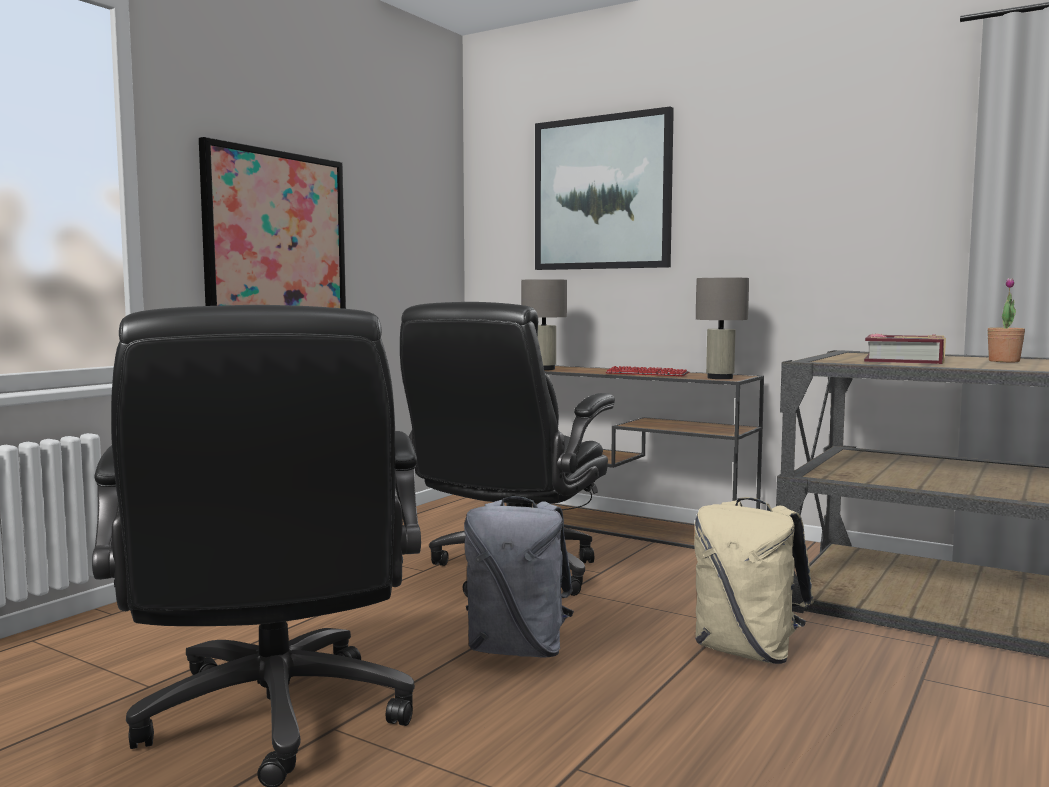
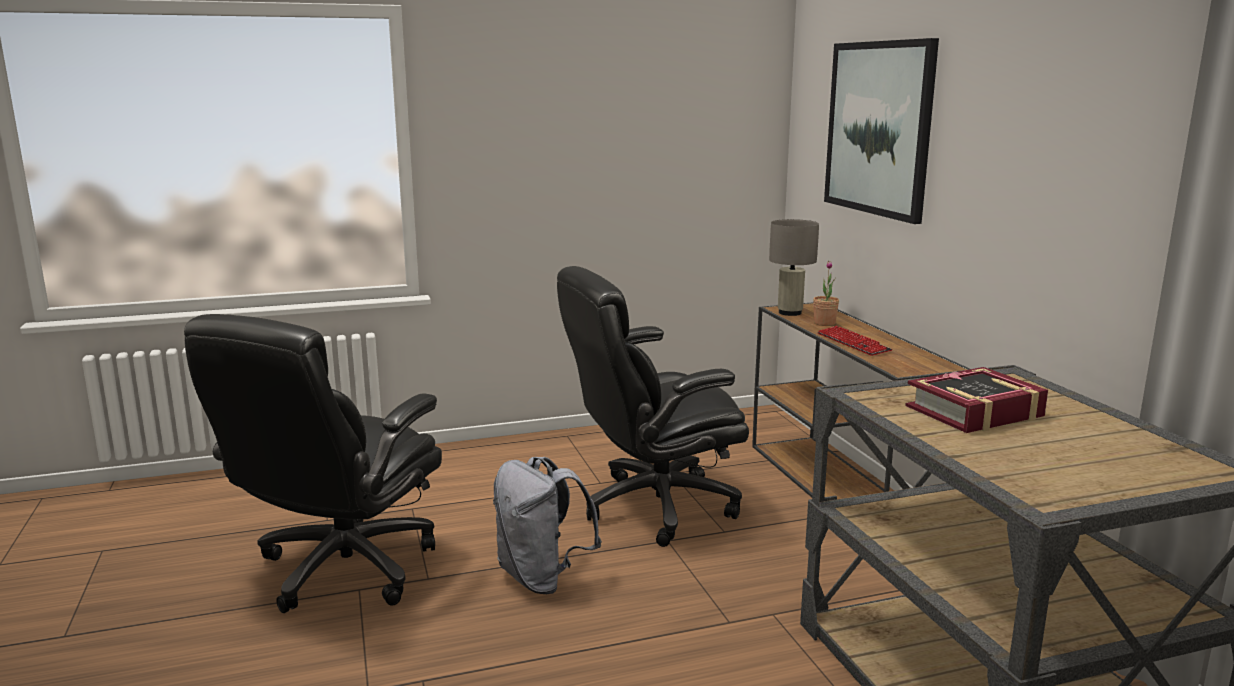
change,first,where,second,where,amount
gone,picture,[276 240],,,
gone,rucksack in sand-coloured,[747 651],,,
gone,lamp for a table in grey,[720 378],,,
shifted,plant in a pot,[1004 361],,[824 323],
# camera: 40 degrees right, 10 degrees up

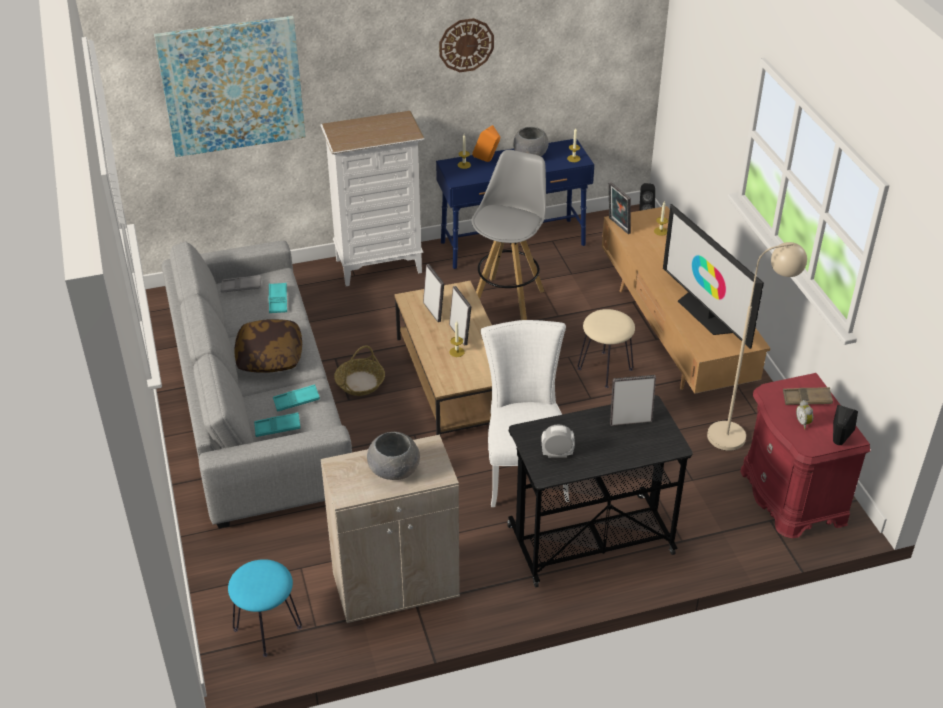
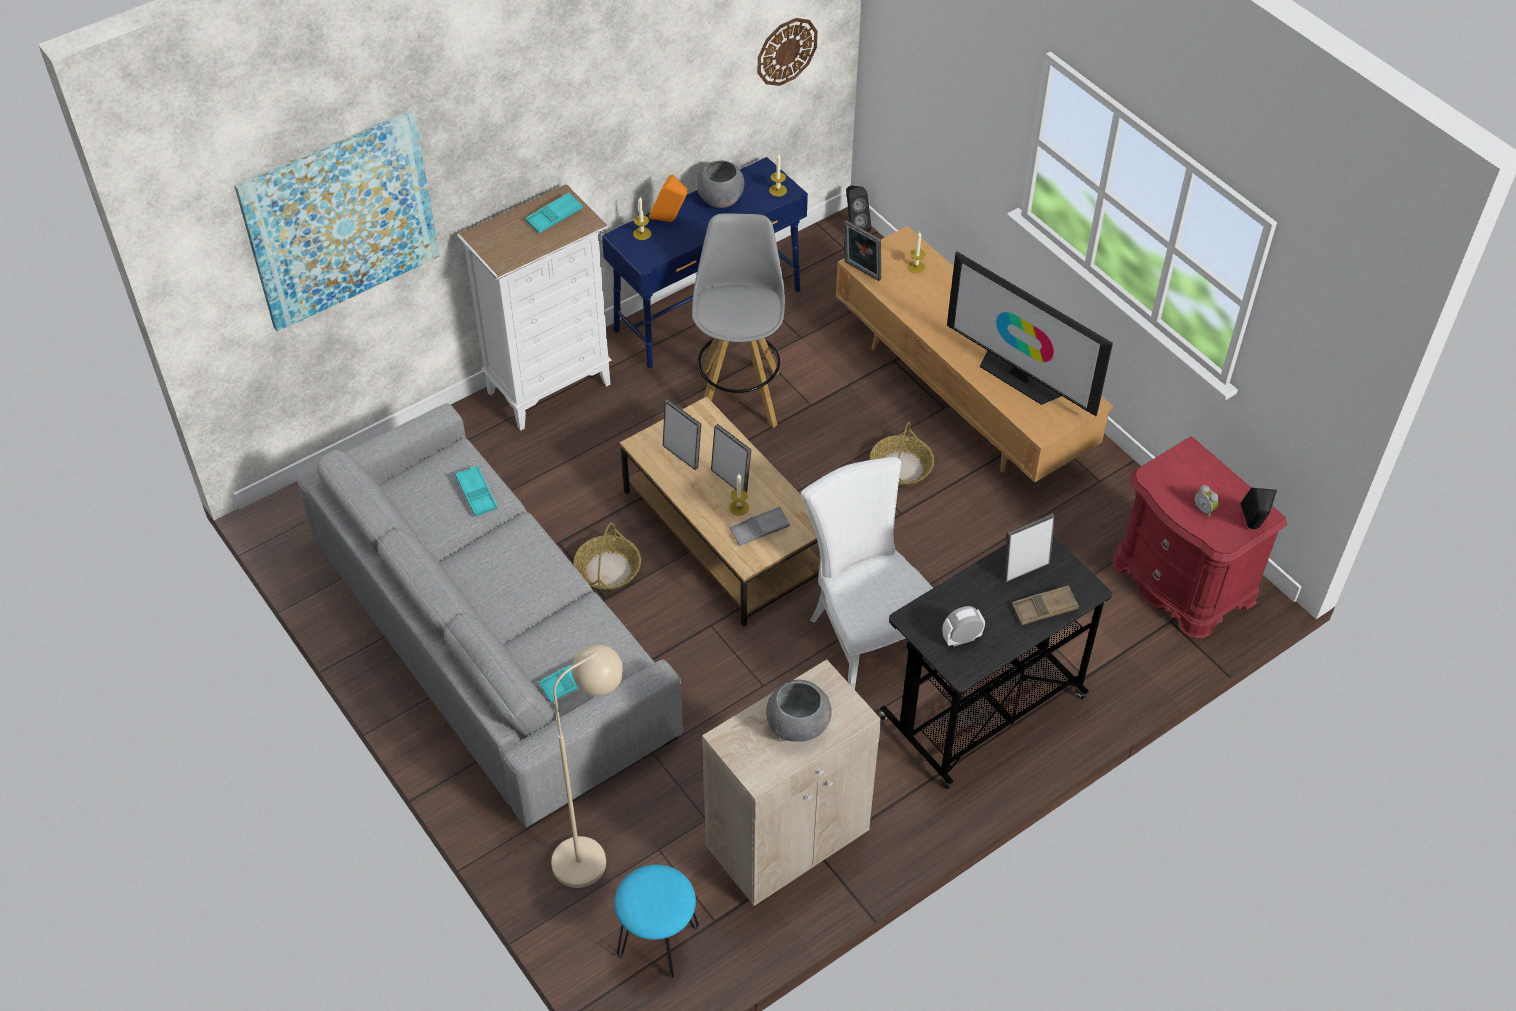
change,first,where,second,where,amount
gone,throw pillow,[269 356],,,
shifted,tray in grey,[241 286],,[759 529],
shifted,tray in turquoise,[296 401],,[554 216],
shifted,hanging clock,[466 45],,[786 51],
shifted,standing lamp in sand-coloured,[737 435],,[593 854],
shifted,tray in brown,[807 399],,[1044 608],
swapped,stool in sand-coloured,[605 369],basket,[901 467],
# camera: 20 degrees left, 10 degrees up

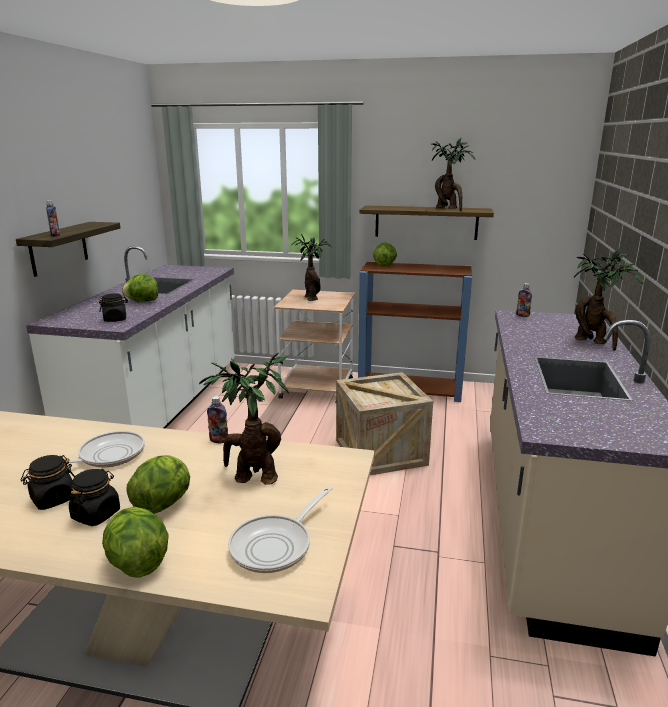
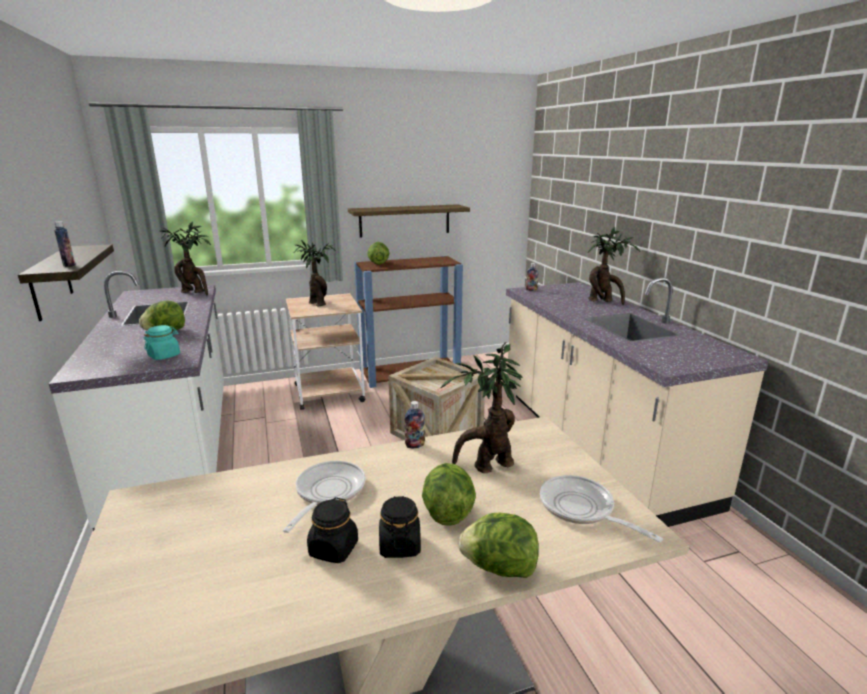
change,first,where,second,where,amount
shifted,plant in a pot,[448 209],,[195 293],
repainted,preserve jar in black,[115 319],preserve jar in turquoise,[164 356],
rotated,pan,[276 545],,[581 509],135 degrees clockwise
# camera: 30 degrees left, 0 degrees up

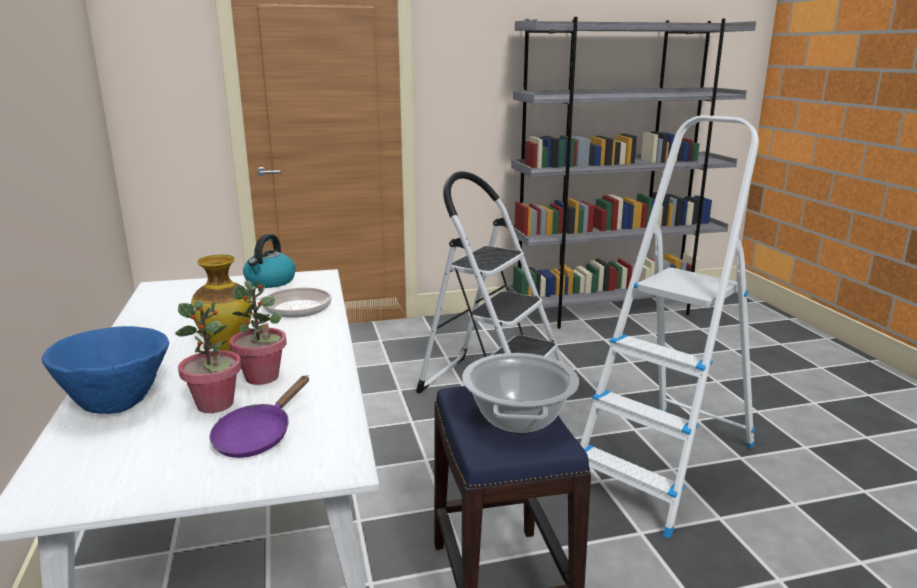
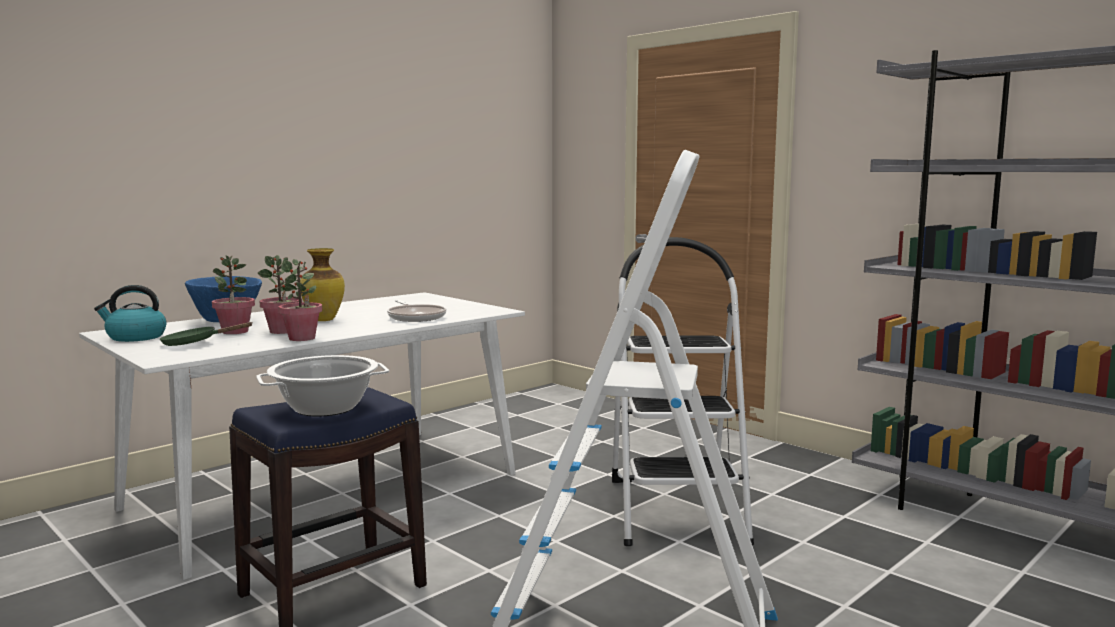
change,first,where,second,where,amount
new,,,plant in a pot,[302 338],
shifted,tea kettle,[270 282],,[135 337],
repainted,pan in purple,[257 436],pan in green-coloured,[195 343],
# camera: 60 degrees right, 10 degrees down

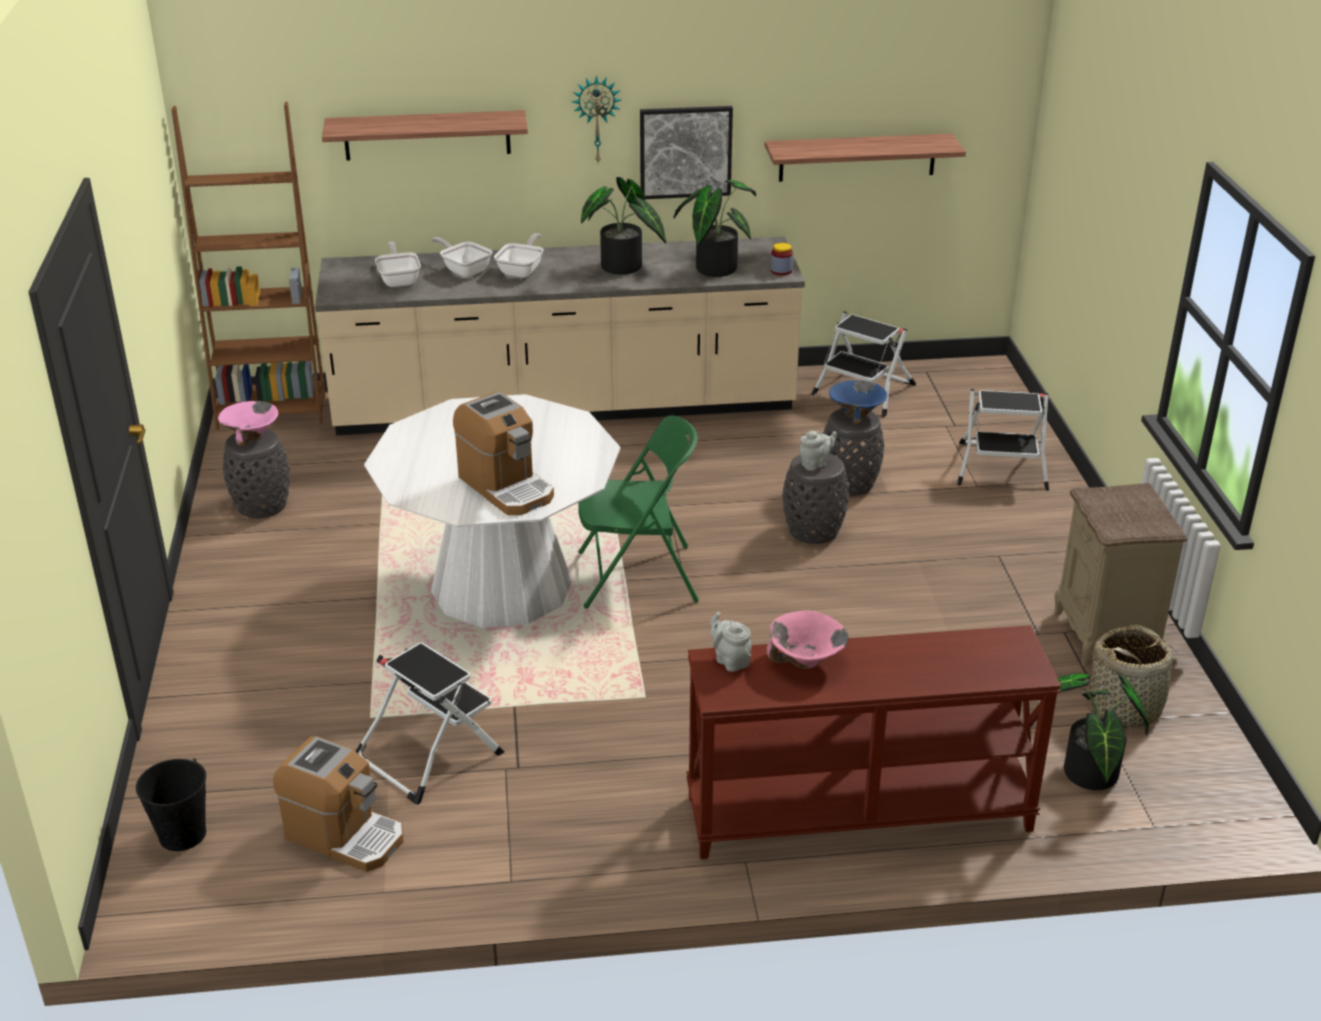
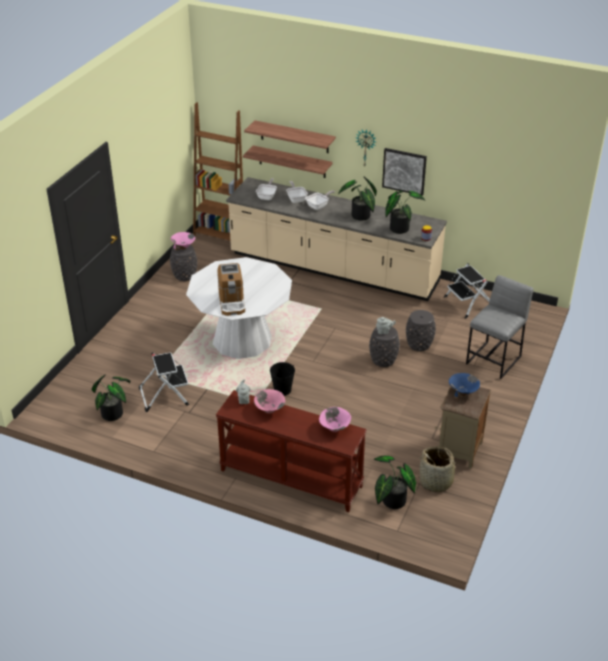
change,first,where,second,where,amount
gone,plain chair in green-coloured,[637 577],,,
new,,,bowl in pink-coloured,[334 428],
shifted,water bucket in black,[182 834],,[282 390],
shifted,wall shelf,[857 157],,[292 162],
shifted,bowl in blue-coloured,[857 414],,[463 392],
swapped,coffee machine,[345 835],plant in a pot,[115 413],
swapped,step ladder,[1000 466],plain chair in grey,[494 359],
# camera: 30 degrees right, 5 degrees up

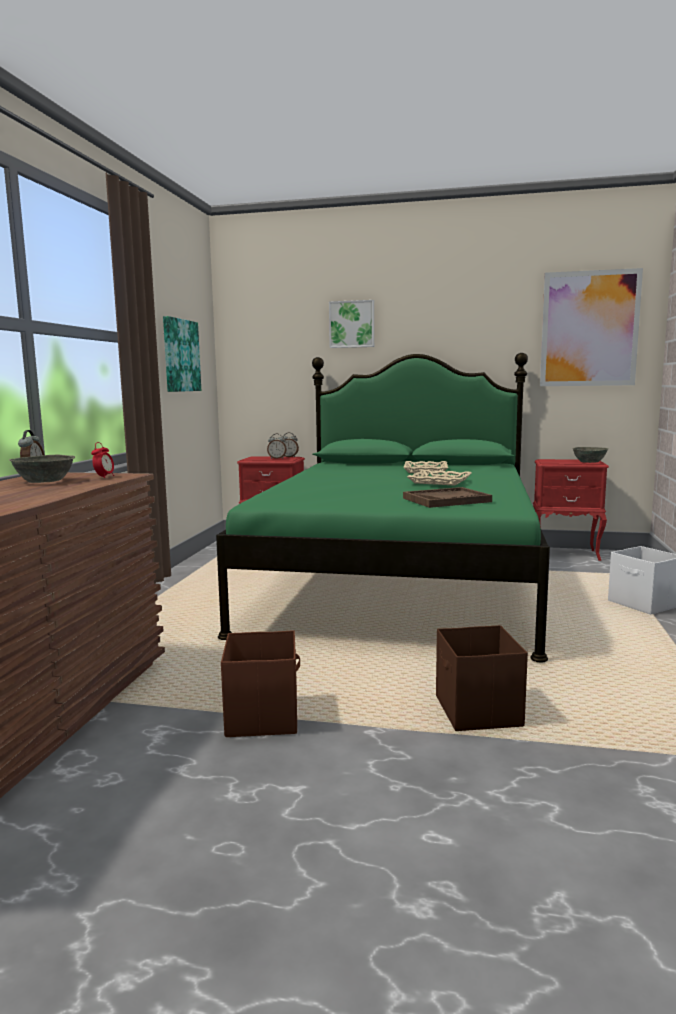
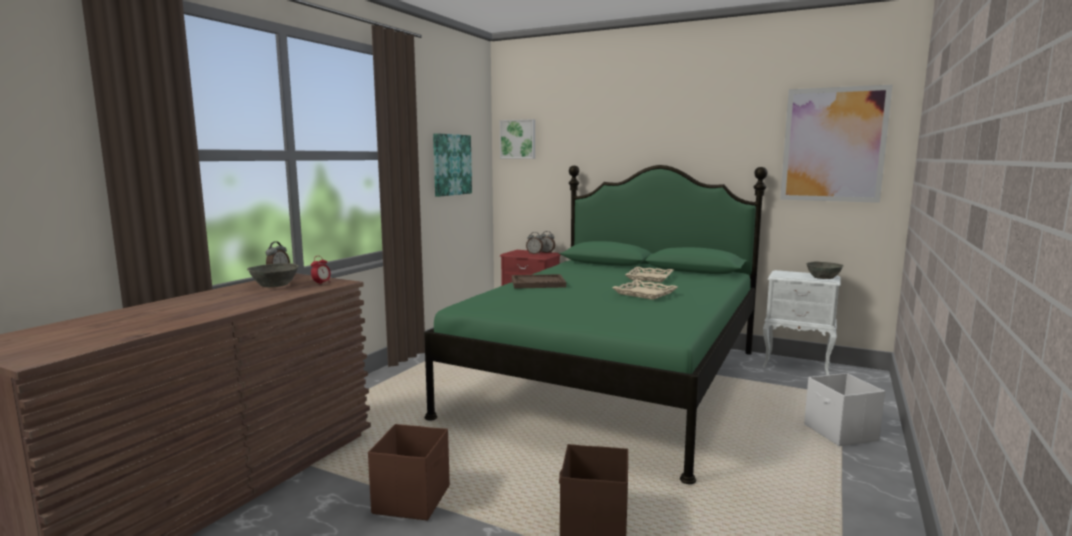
change,first,where,second,where,amount
shifted,picture,[352 324],,[518 139],
shifted,tray in brown,[446 500],,[538 283],
repainted,nightstand in reddish,[565 554],nightstand in whitish,[797 366],
# camera: 15 degrees right, 0 degrees up

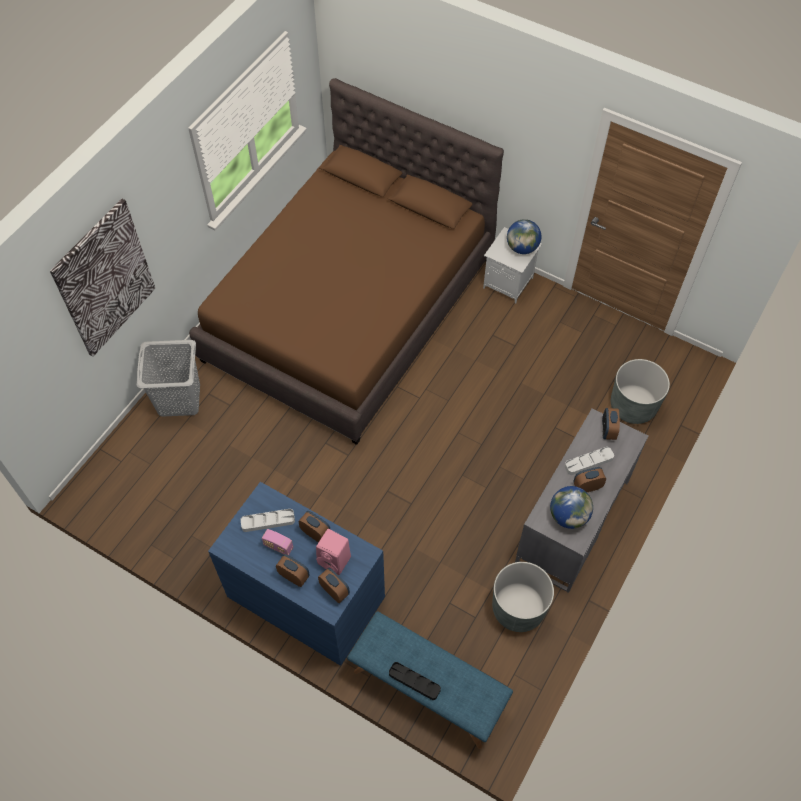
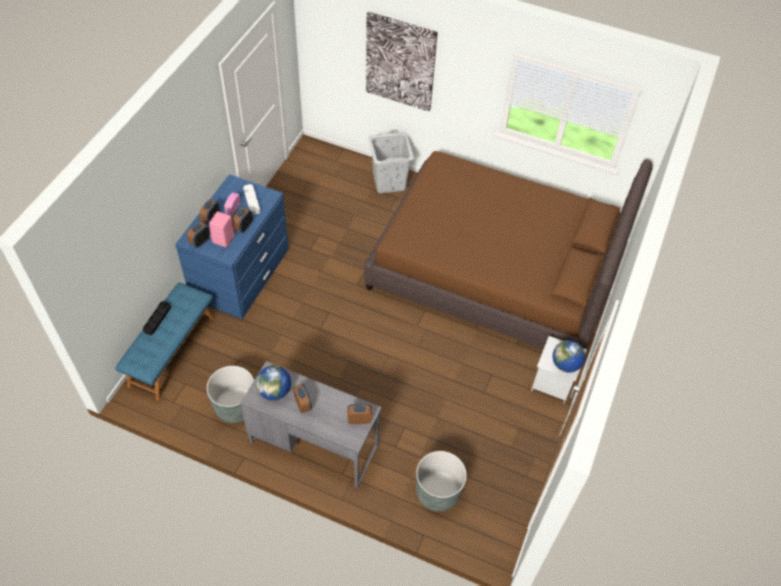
change,first,where,second,where,amount
gone,tray in grey,[588 462],,,
# camera: 80 degrees right, 5 degrees down

